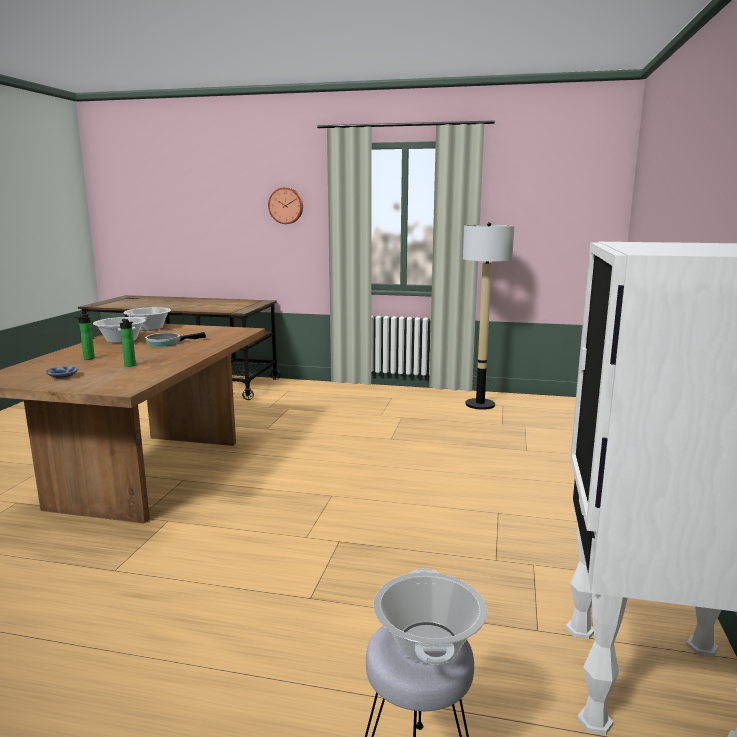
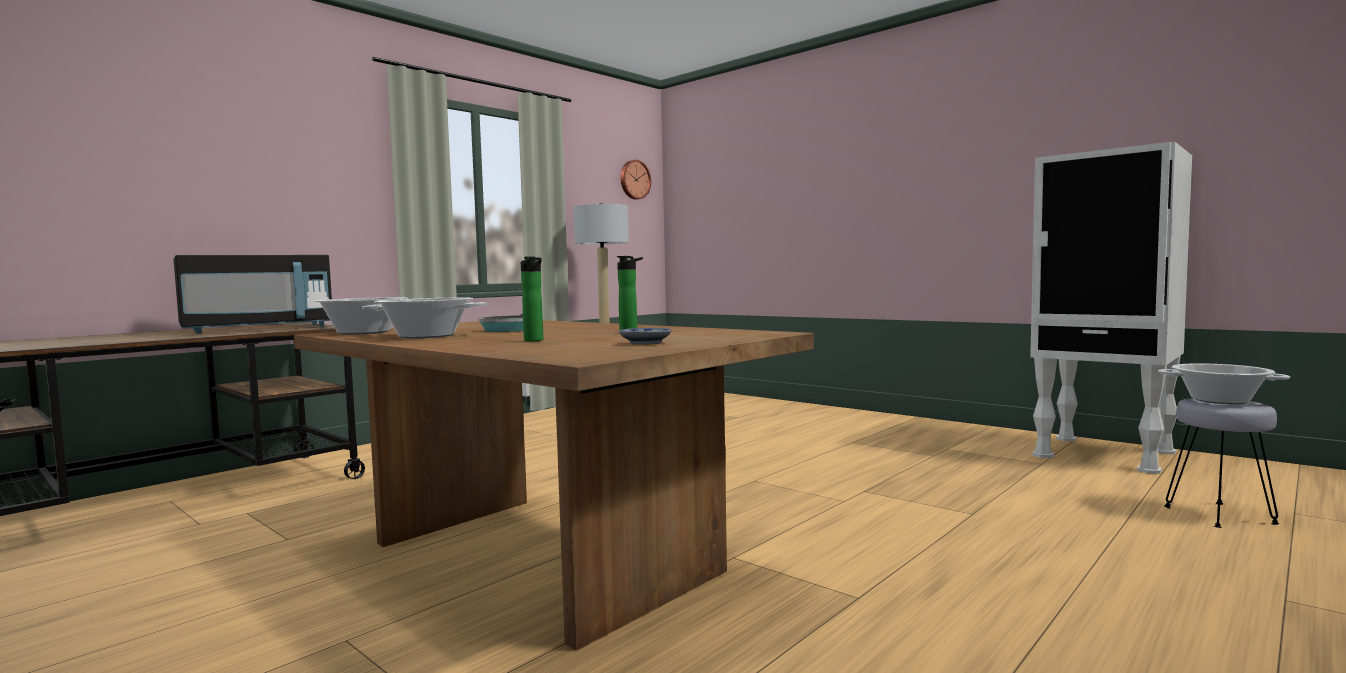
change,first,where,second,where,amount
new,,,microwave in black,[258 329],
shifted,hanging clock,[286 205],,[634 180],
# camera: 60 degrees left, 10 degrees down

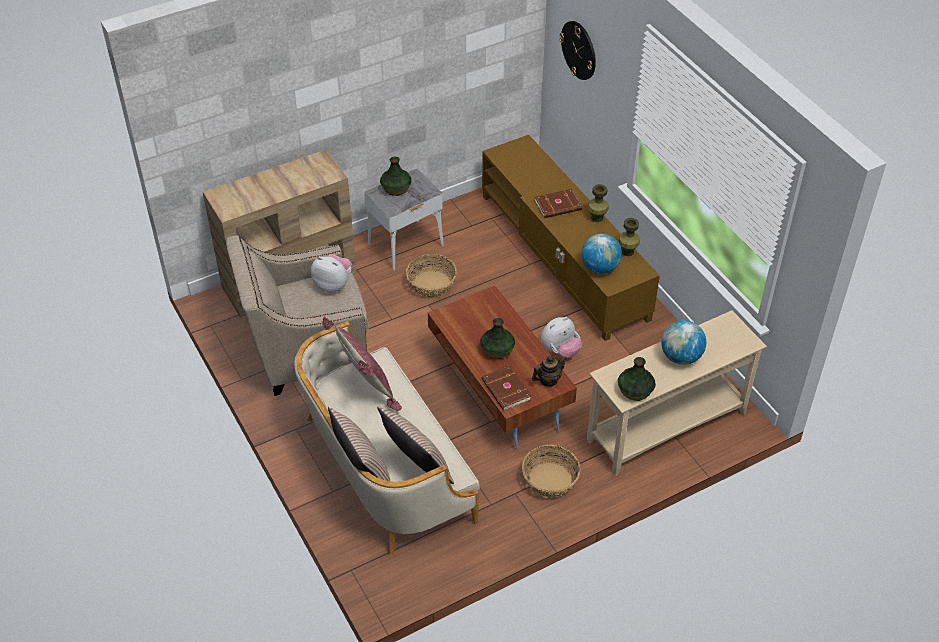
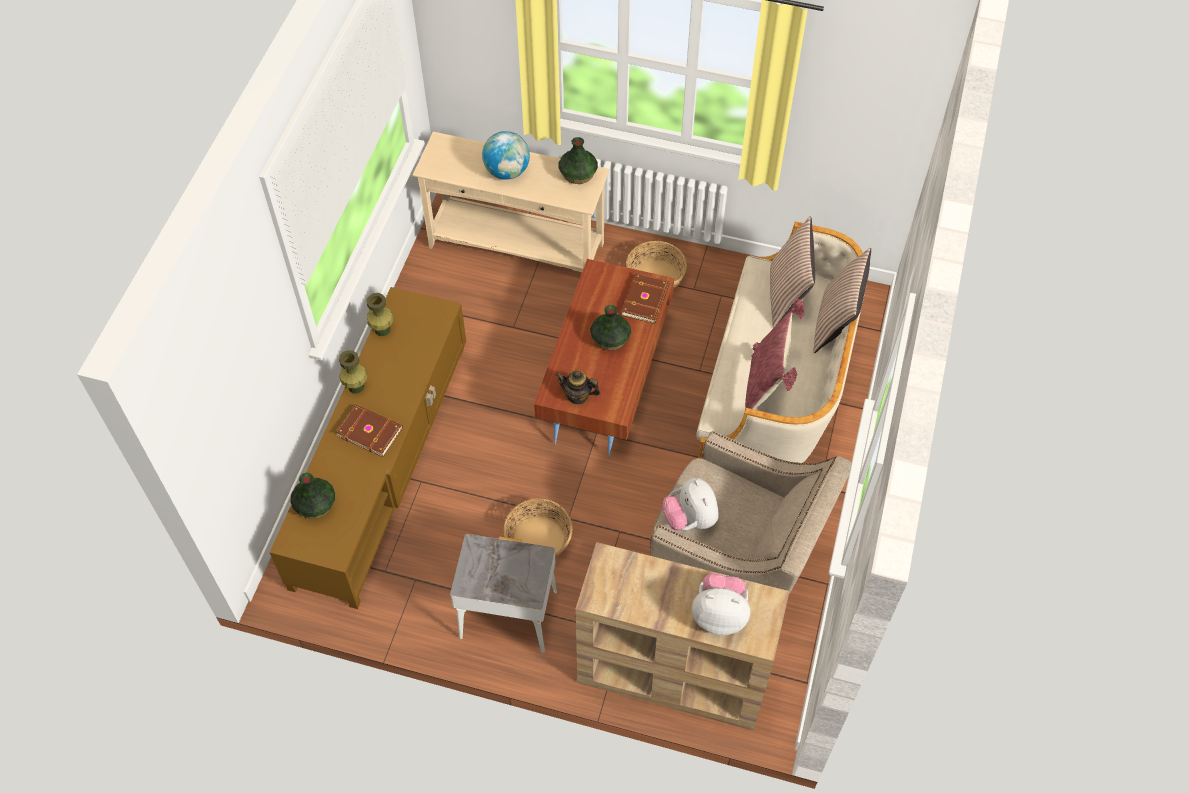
change,first,where,second,where,amount
gone,hanging clock,[579 50],,,
gone,desk globe,[599 268],,,
shifted,vase,[396 189],,[315 504],
shifted,pot for tea,[548 380],,[577 396],
shifted,cuddly toy,[560 351],,[719 615],
# camera: 135 degrees left, 10 degrees up

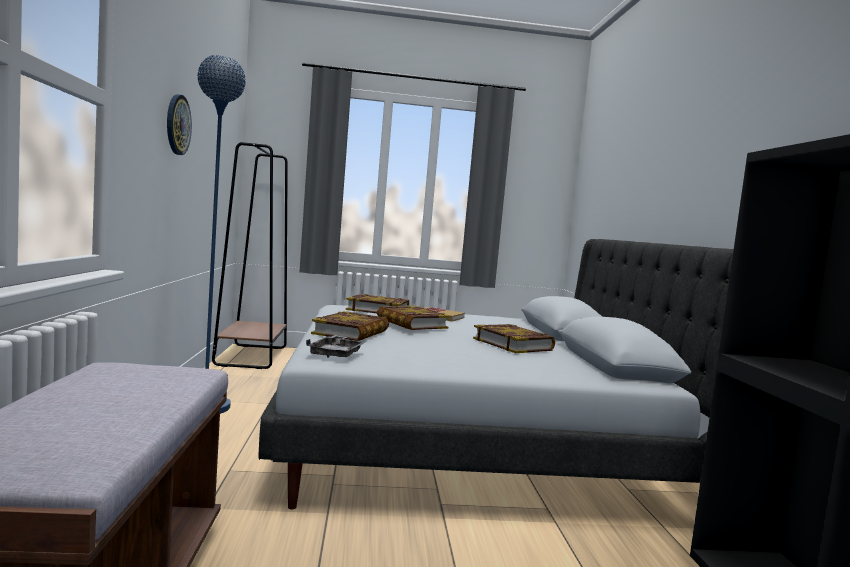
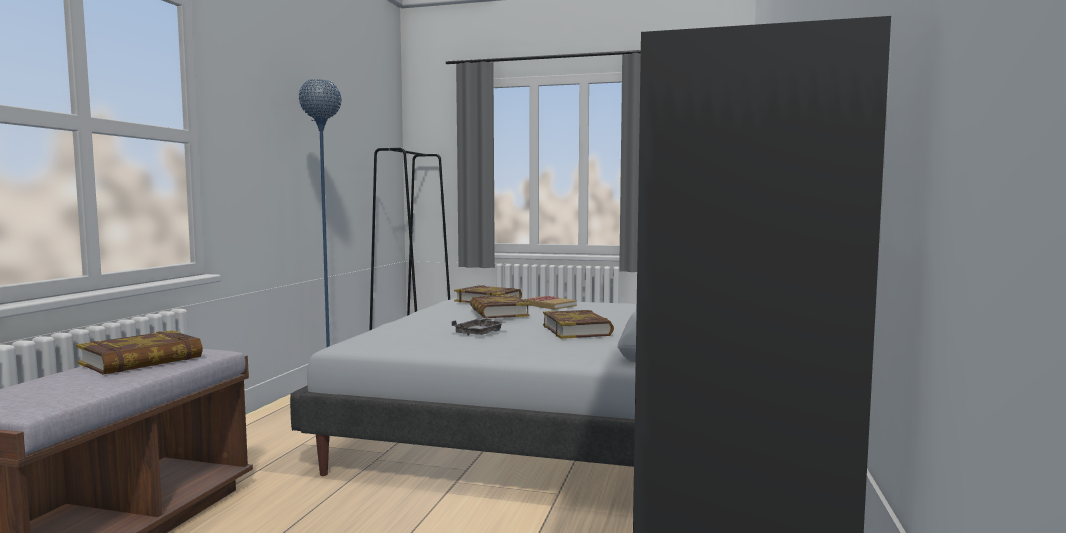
change,first,where,second,where,amount
gone,hanging clock,[177 124],,,
shifted,tray in grey,[336 354],,[480 333],
shifted,bound book,[351 332],,[142 360],
# camera: 20 degrees right, 0 degrees up

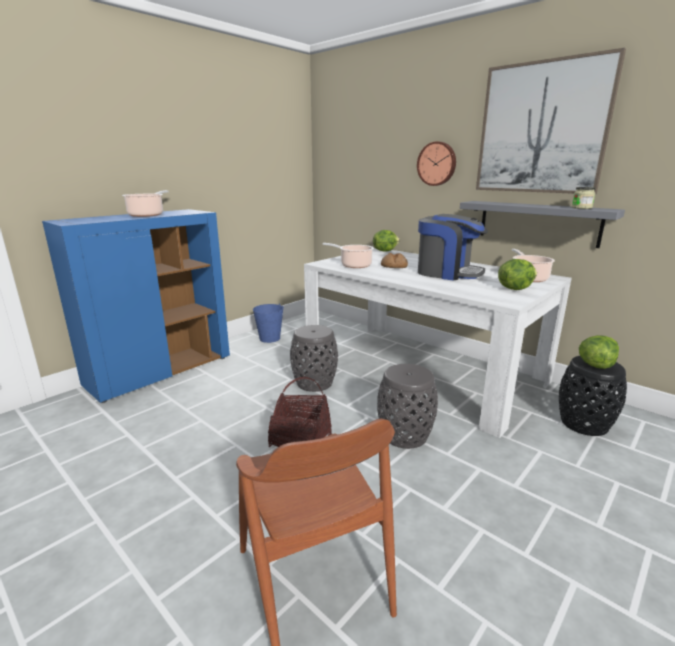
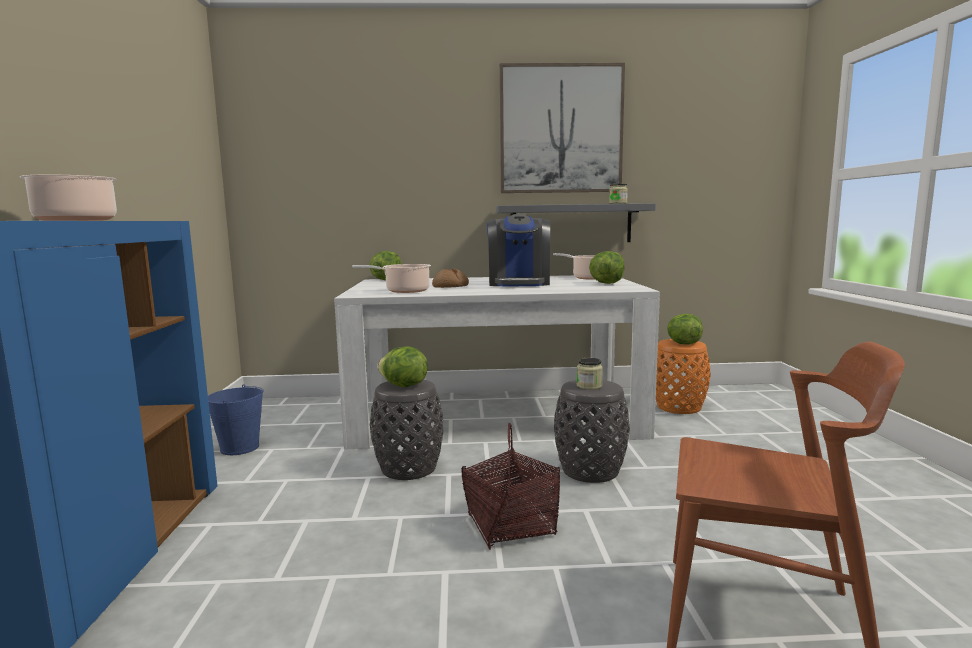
change,first,where,second,where,amount
gone,hanging clock,[437 164],,,
new,,,lettuce,[403 386],
new,,,preserve jar,[589 386],
repainted,stool in black,[584 424],stool in orange-coloured,[679 407],
rotated,coffee machine,[447 273],,[519 283],105 degrees clockwise
# camera: 45 degrees left, 10 degrees down

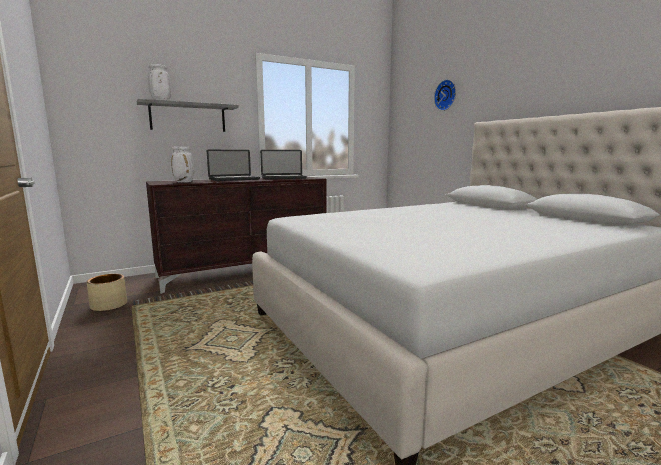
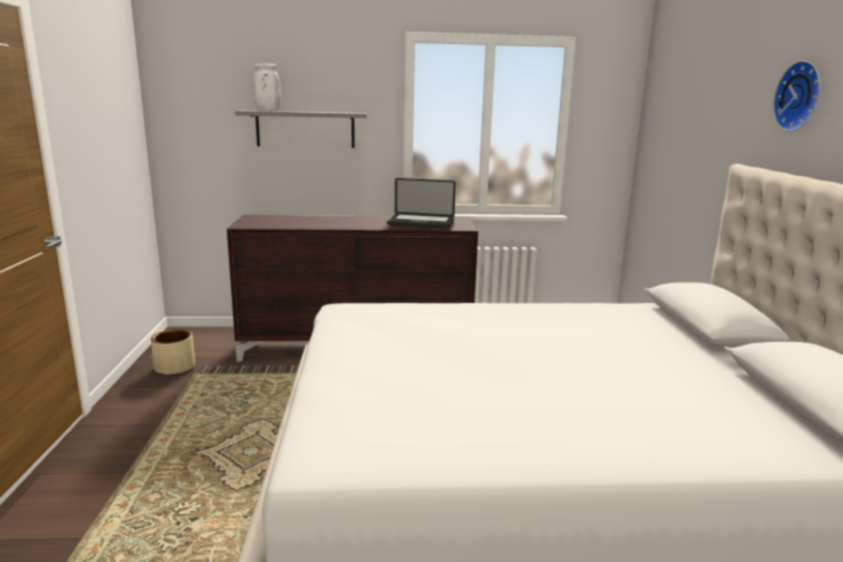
change,first,where,second,where,amount
gone,vase in whitish,[184 182],,,
gone,notebook computer,[234 179],,,
shifted,hanging clock,[446 95],,[801 96],
# camera: 25 degrees right, 5 degrees up

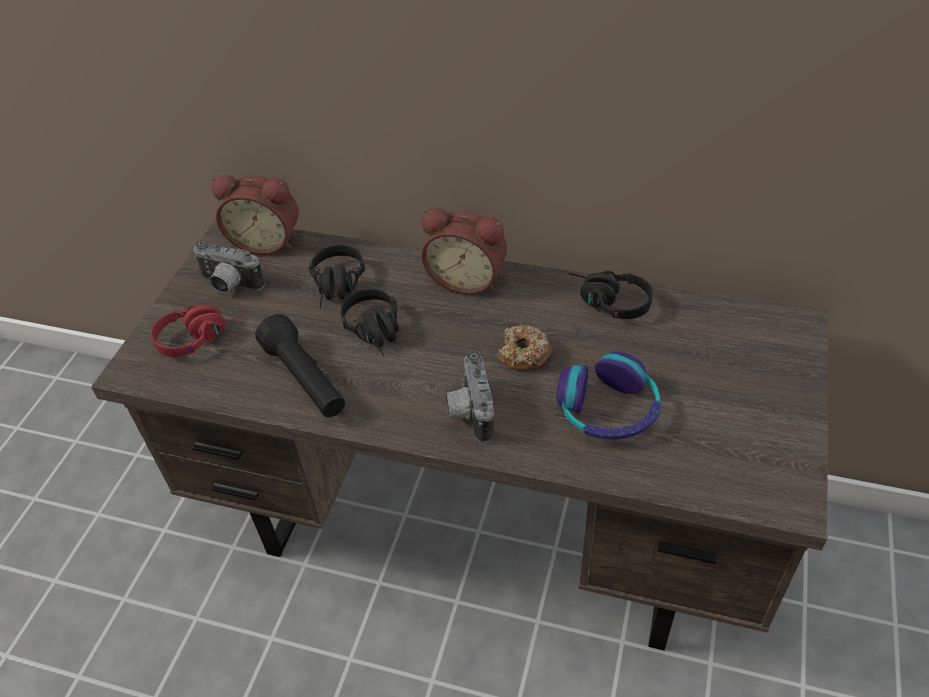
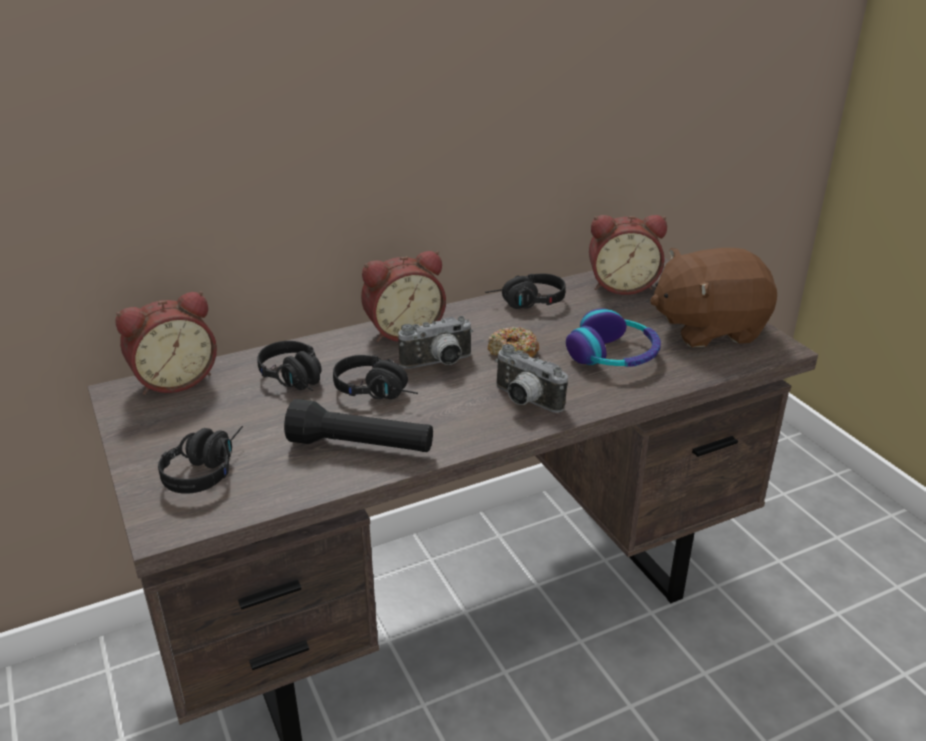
change,first,where,second,where,amount
new,,,table clock,[622 285],
new,,,cuddly toy in brown,[707 328],
shifted,still camera,[229 286],,[439 364],
repainted,headphones in reddish,[200 336],headphones in black,[206 468],
# camera: 45 degrees left, 15 degrees down

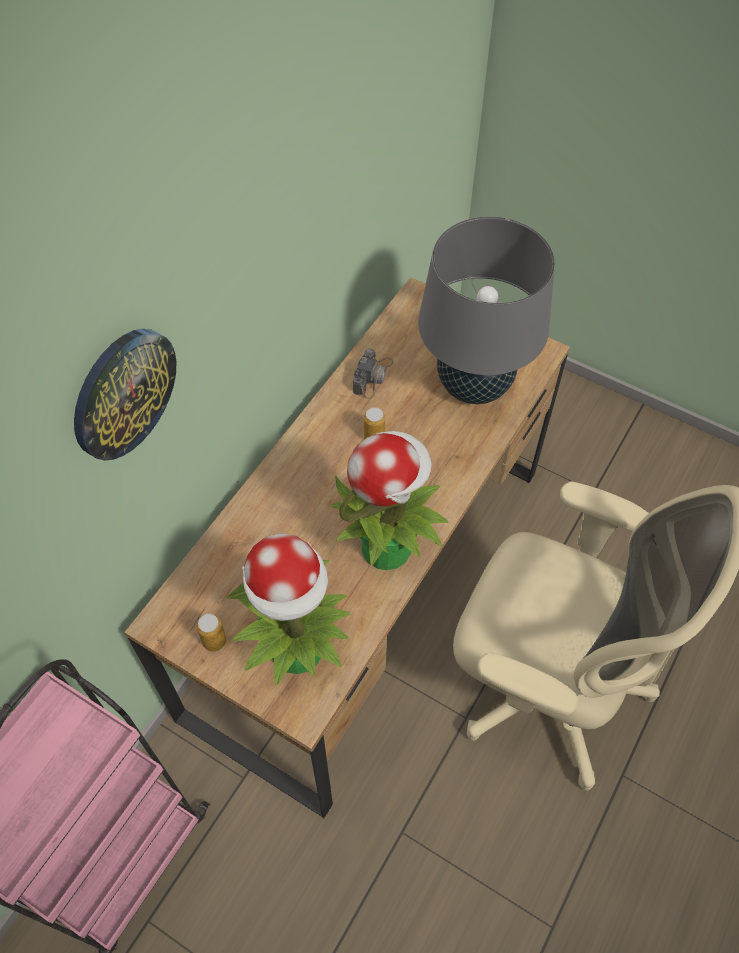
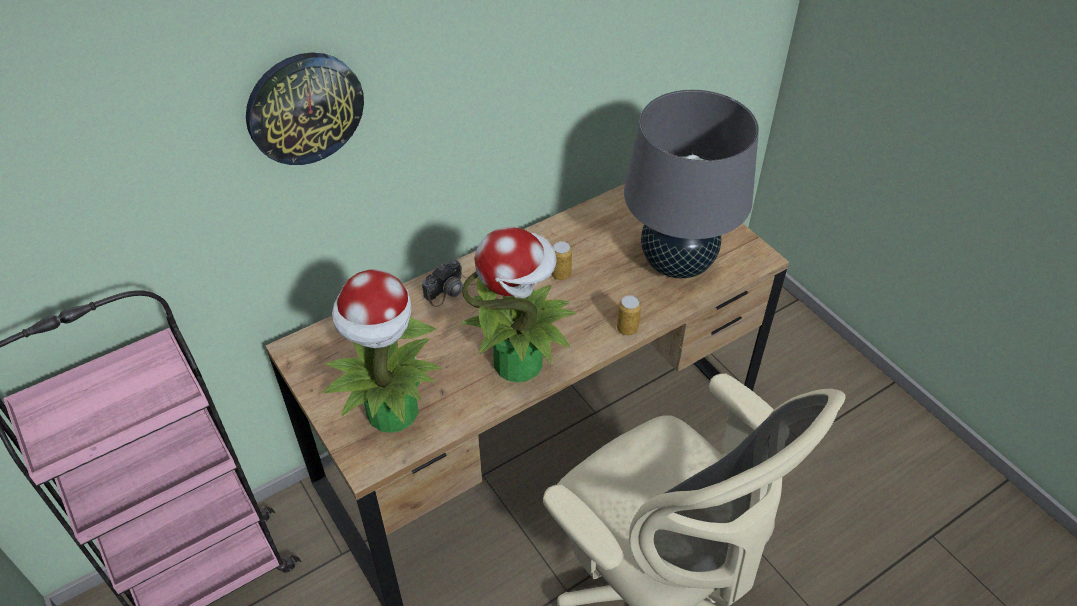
change,first,where,second,where,amount
shifted,sealed can,[214 641],,[627 329],
shifted,still camera,[373 376],,[451 288],
# camera: 25 degrees right, 10 degrees down

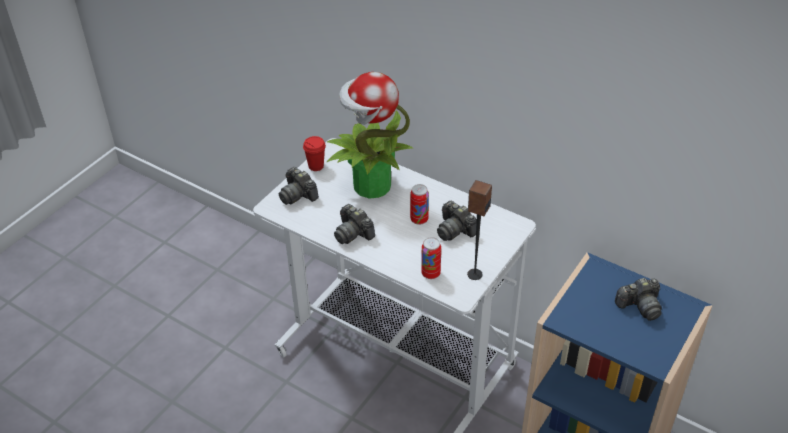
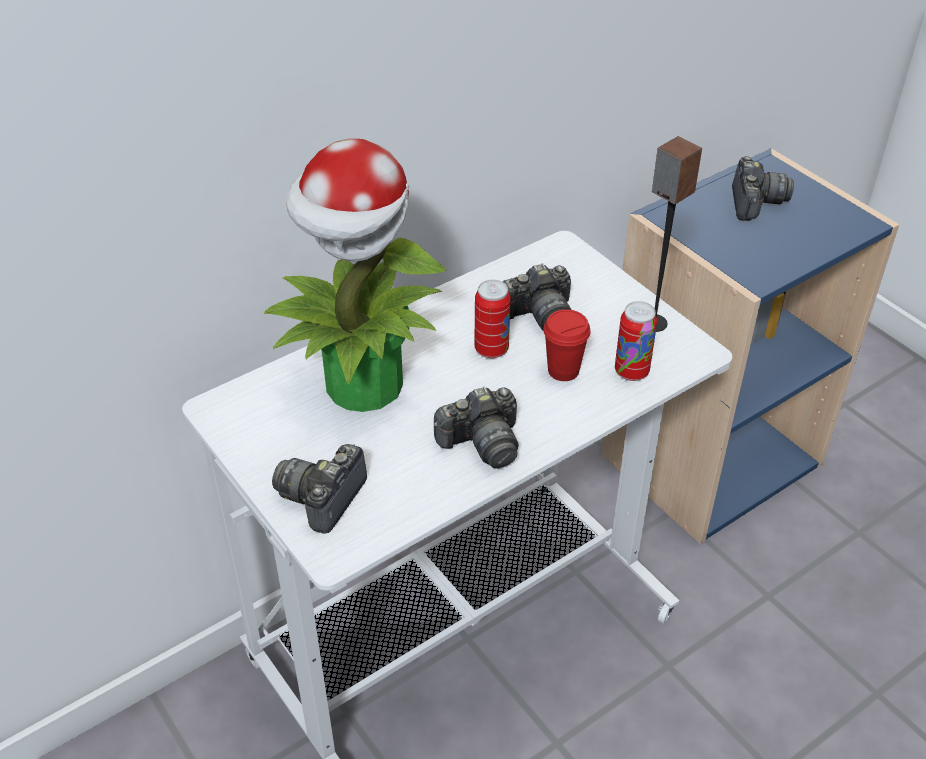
change,first,where,second,where,amount
shifted,drinking cup in reddish,[316 166],,[563 370],
rotated,still camera,[298 195],,[323 498],135 degrees clockwise
# camera: 70 degrees left, 0 degrees up

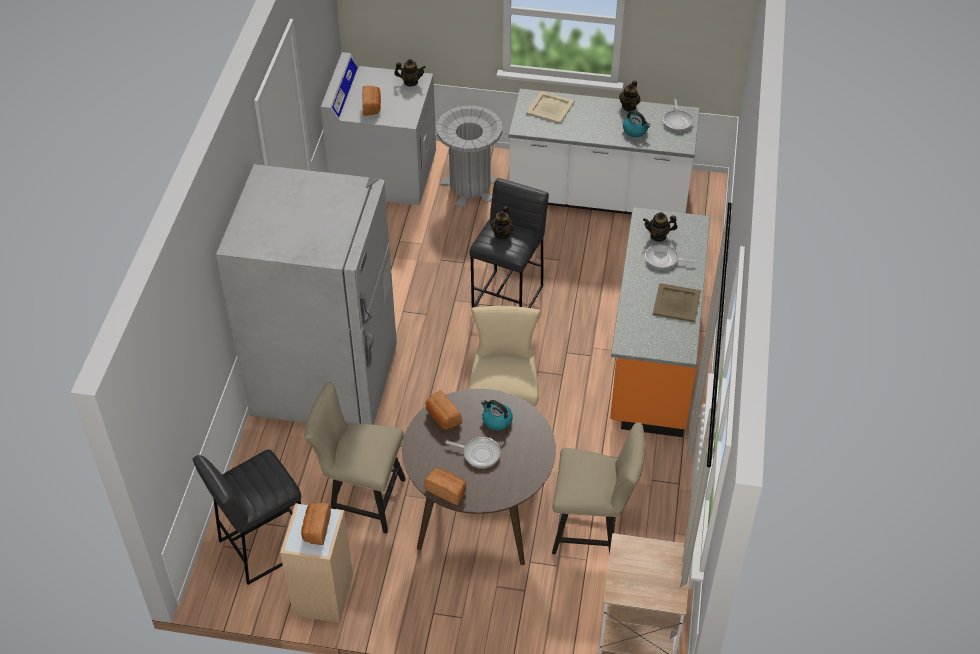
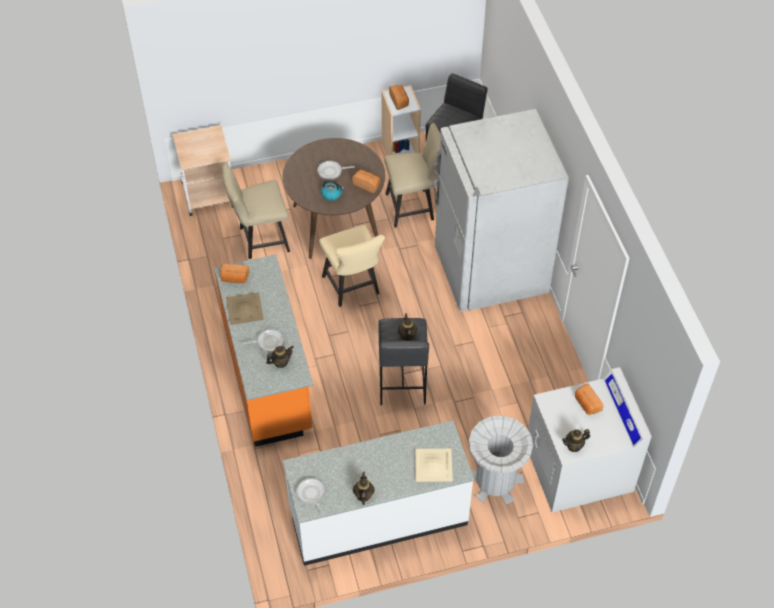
change,first,where,second,where,amount
gone,tea kettle,[635 131],,,
shifted,bread,[447 490],,[234 278],
# camera: 155 degrees right, 5 degrees up

